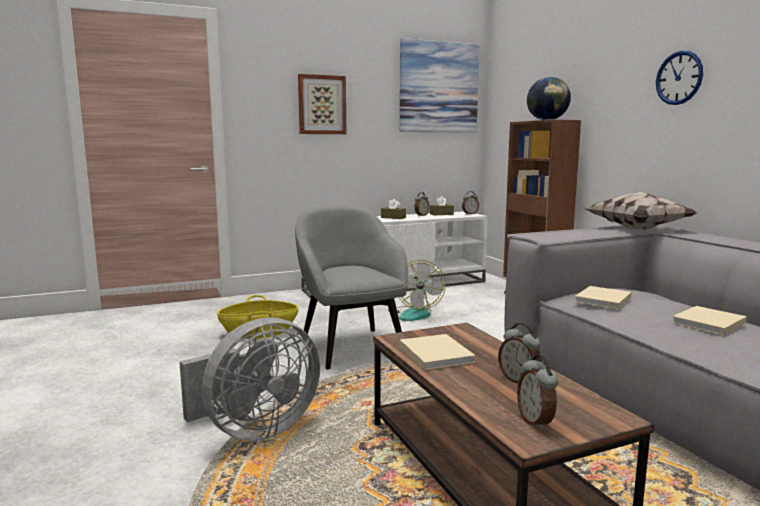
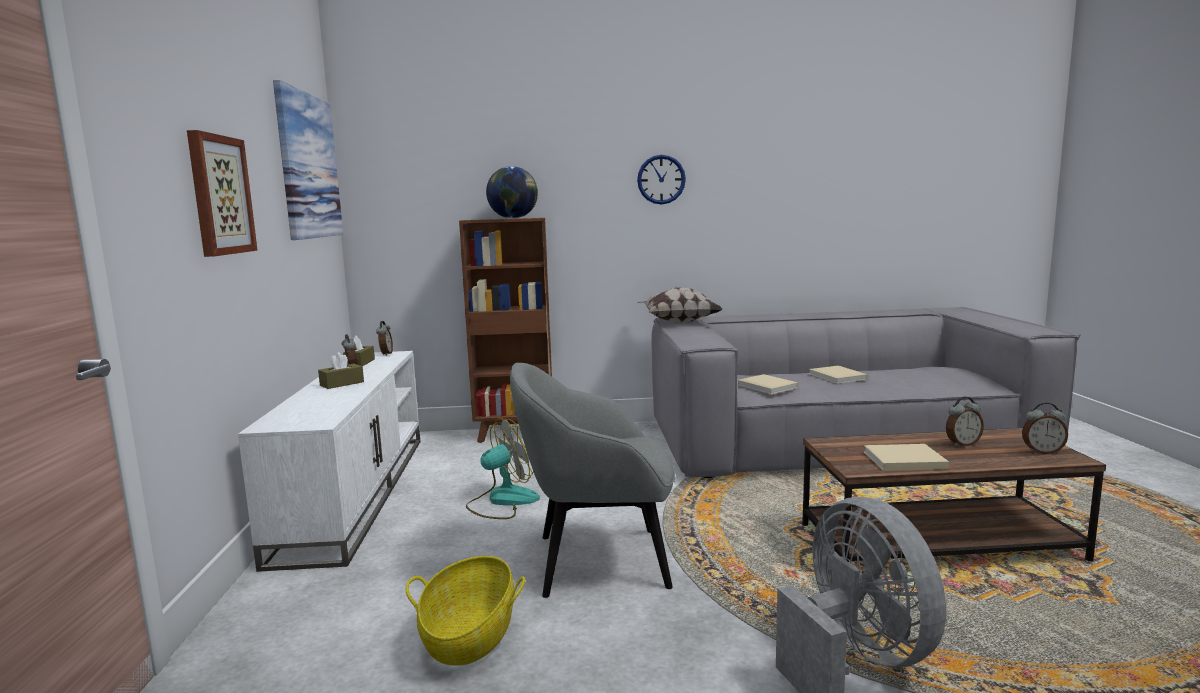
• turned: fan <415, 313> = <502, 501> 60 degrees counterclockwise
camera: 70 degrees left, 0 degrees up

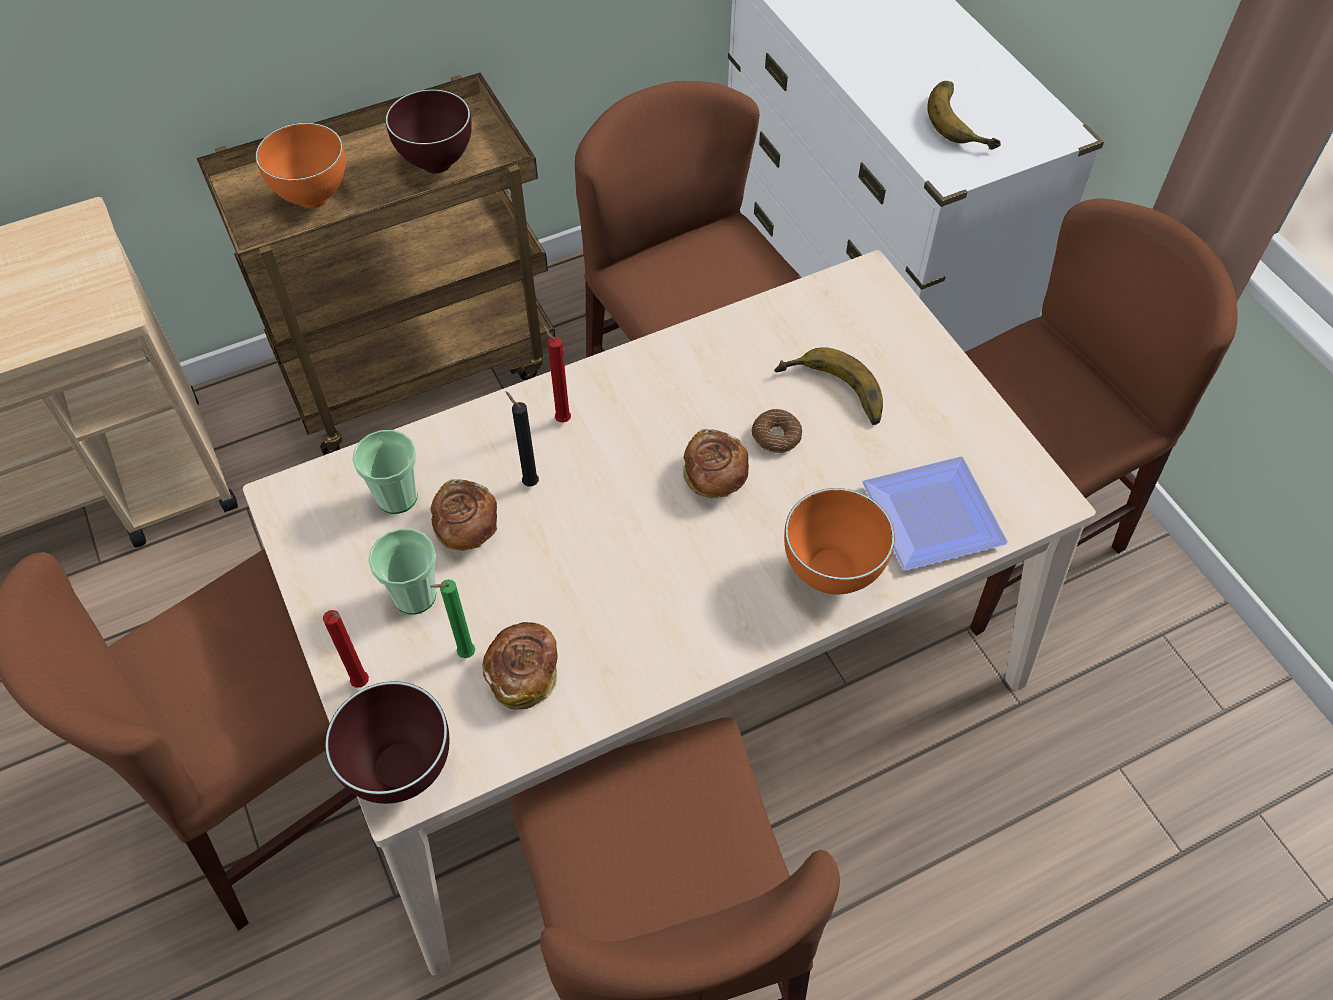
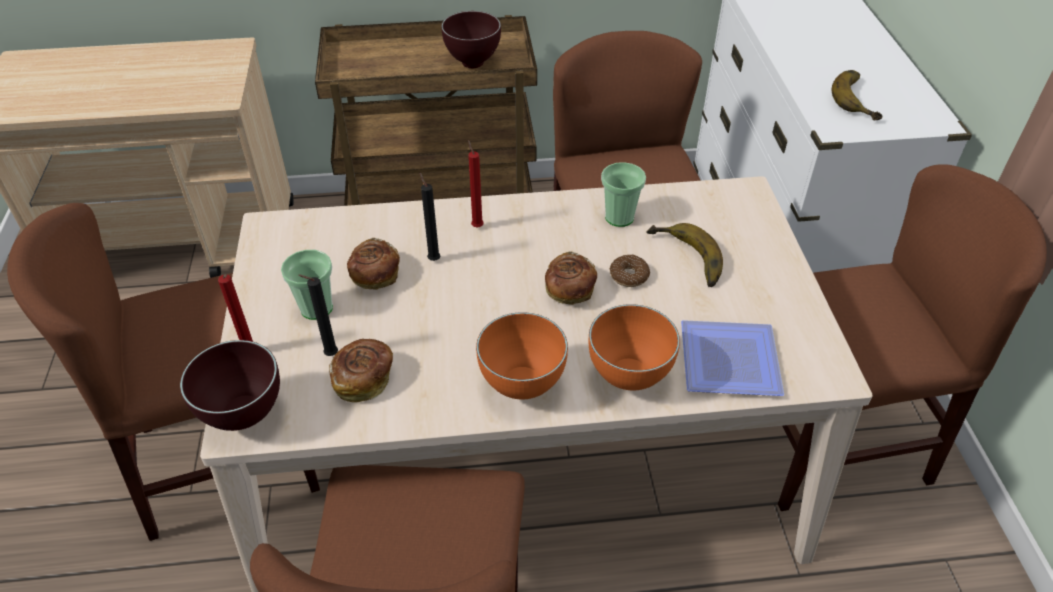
• moved: orange bowl <315, 199> to <524, 388>
• moved: cup <397, 497> to <619, 217>
• recoloured: green candle <464, 655> to black candle <329, 355>
camera: 20 degrees right, 10 degrees down

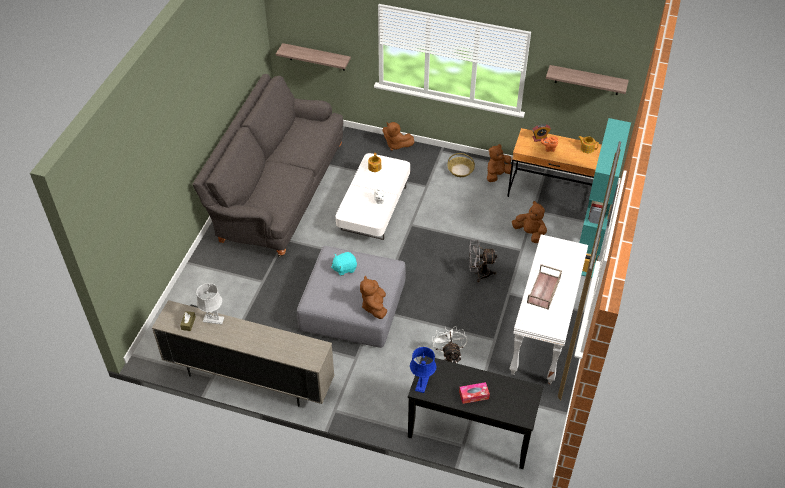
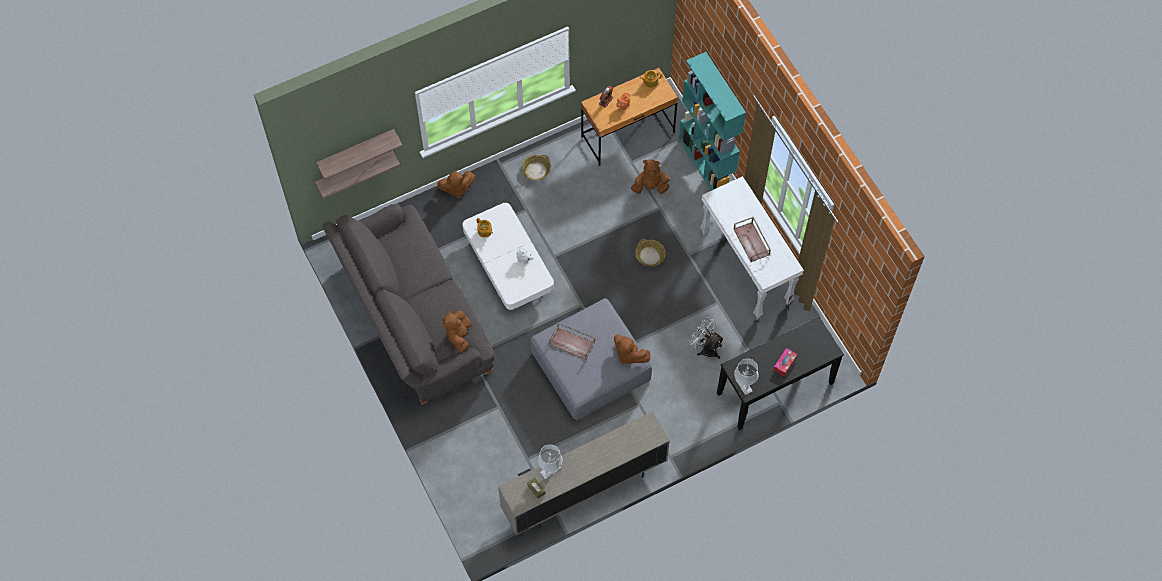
• replaced: turquoise plush toy <344, 268> to brown tray <572, 343>
• recoloured: blue table lamp <422, 383> to grey table lamp <743, 385>
• replaced: grey fan <479, 273> to basket <650, 256>
• moved: brown plush toy <497, 175> to <459, 335>
• moved: shelf <587, 80> to <356, 151>
camera: 45 degrees left, 15 degrees up

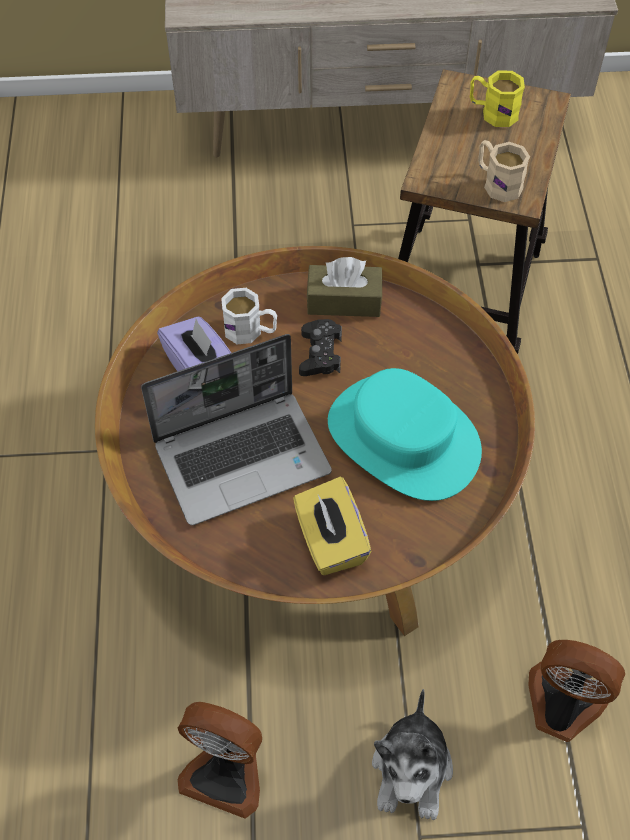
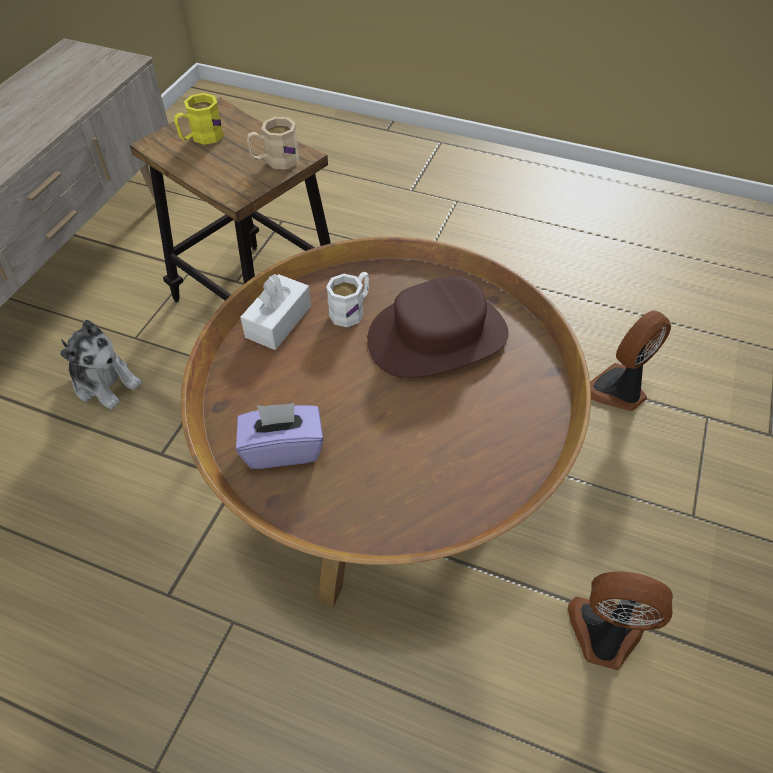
• removed: laptop <243, 456>
• turned: fan <226, 772> = <604, 635> 120 degrees counterclockwise
• moved: white mug <251, 331> to <351, 310>
• removed: yellow tissue box <330, 541>
• removed: black game controller <320, 354>
• recoloured: brown tissue box <344, 301> to white tissue box <278, 321>
• recoloured: turquoise hat <402, 439> to brown hat <437, 337>
• moved: plush toy <412, 770> to <105, 382>
camera: 65 degrees left, 5 degrees down

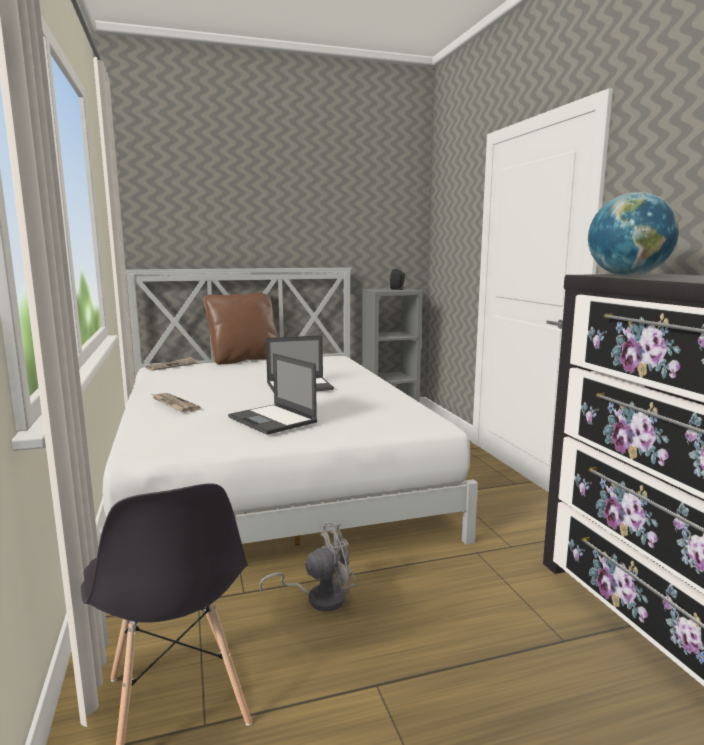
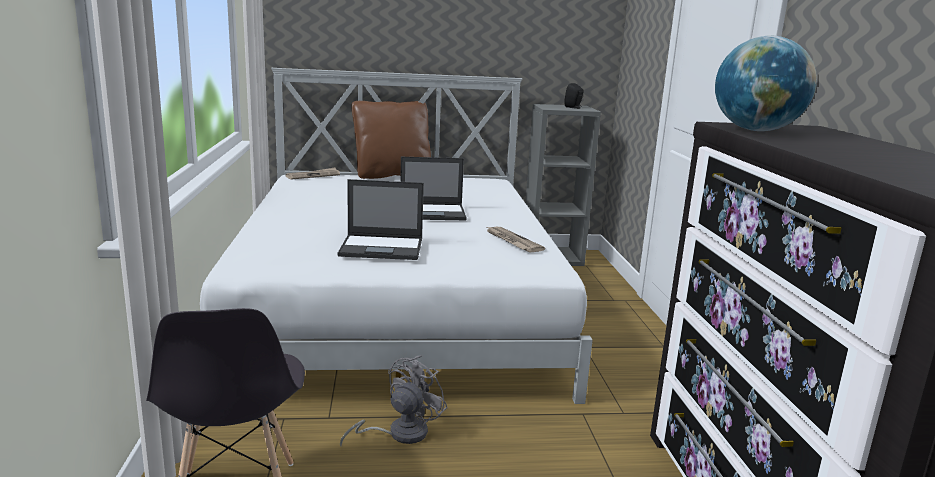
• moved: newspaper <173, 404> to <512, 241>
• turned: laptop <273, 420> = <382, 248> 60 degrees counterclockwise
• turned: grey fan <319, 598> = <399, 433> 45 degrees counterclockwise
camera: 10 degrees right, 5 degrees up

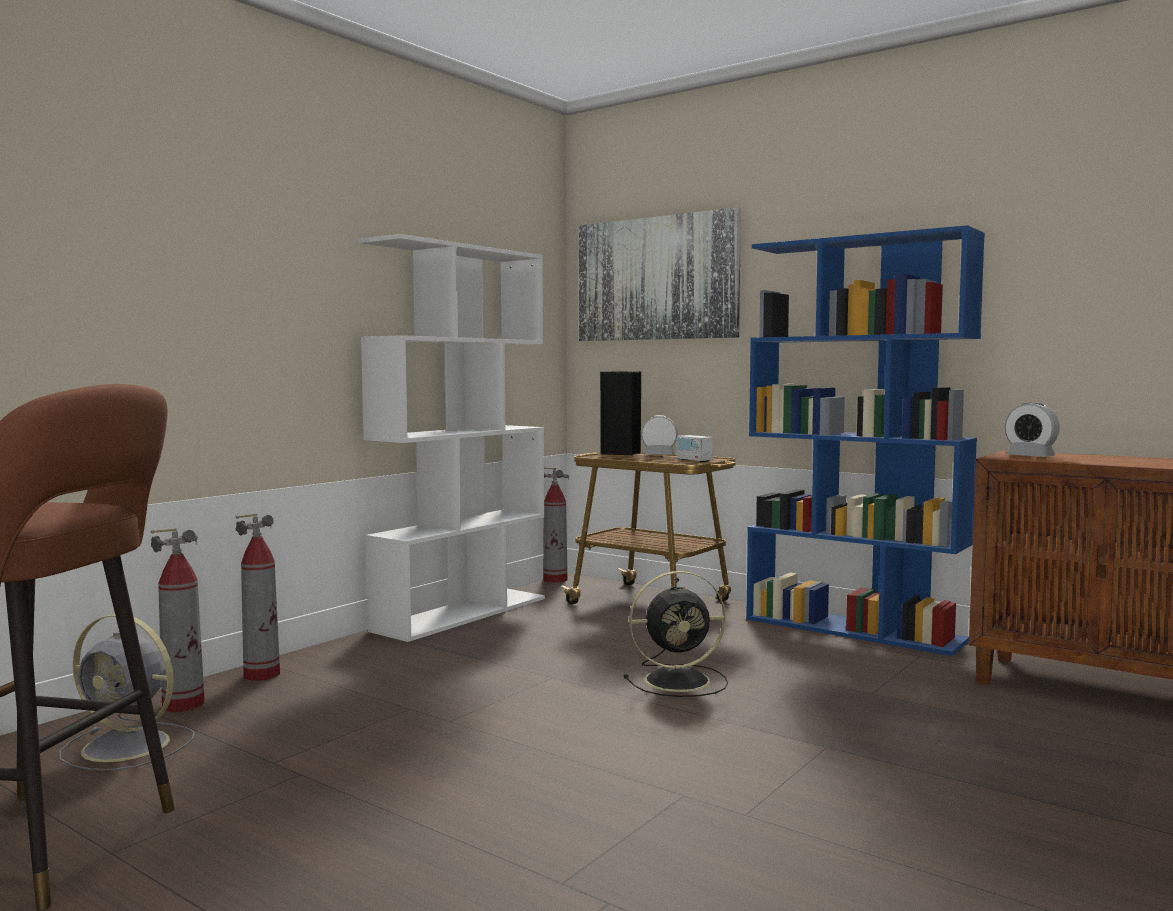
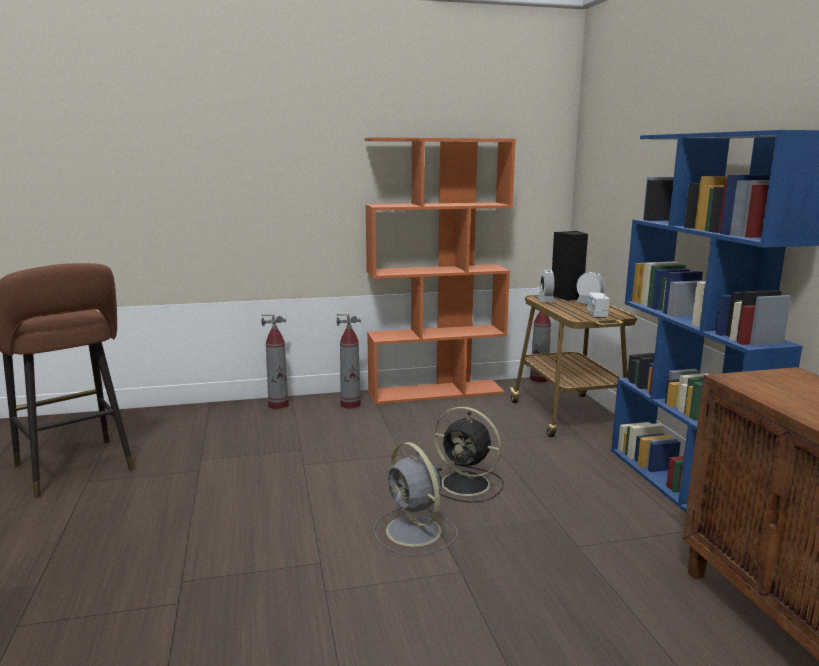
• moved: grey fan <129, 746> to <415, 532>
• moved: fire extinguisher <183, 705> to <350, 404>
• recoloured: white bookcase <462, 613> to orange bookcase <436, 392>
• removed: picture <657, 279>
• moved: alarm clock <1030, 456> to <546, 300>
camera: 40 degrees right, 10 degrees up

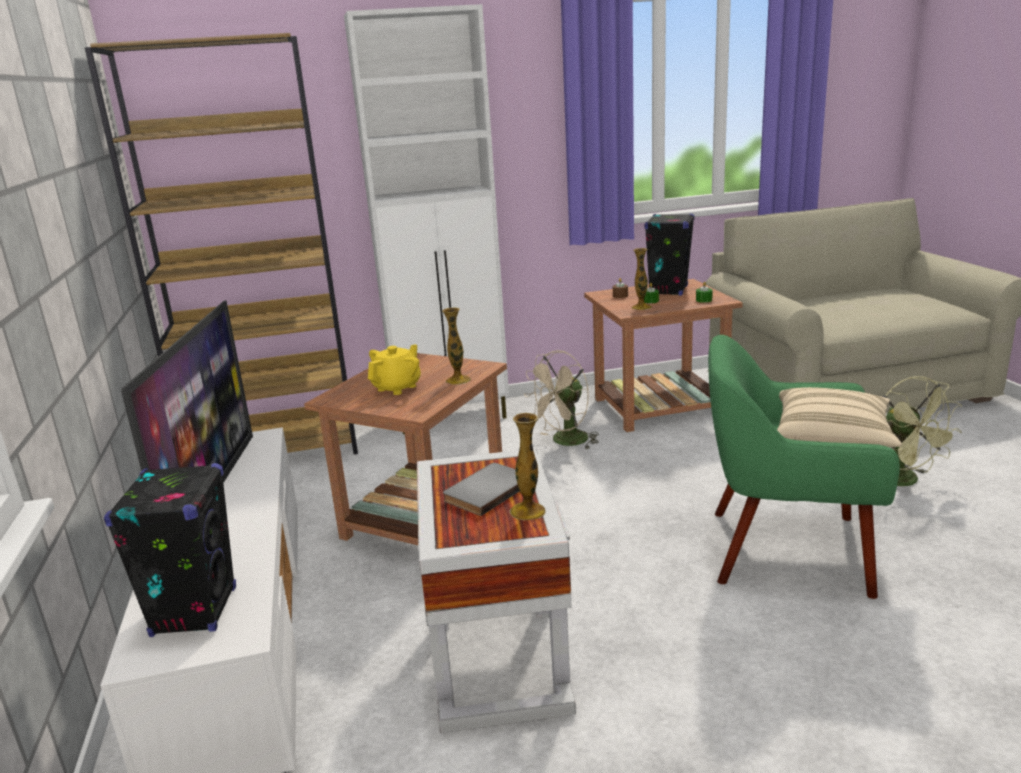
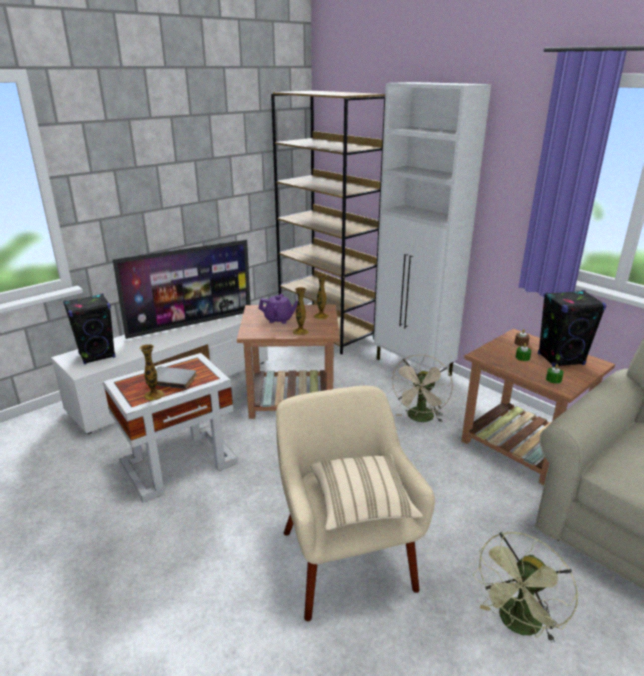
• recoloured: yellow teapot <397, 387> to purple teapot <279, 319>
• turned: beige fan <565, 442> = <420, 419> 90 degrees counterclockwise
• moved: vase <641, 307> to <321, 316>
• recoloured: green armchair <784, 549> to beige armchair <345, 558>
camera: 60 degrees right, 5 degrees up

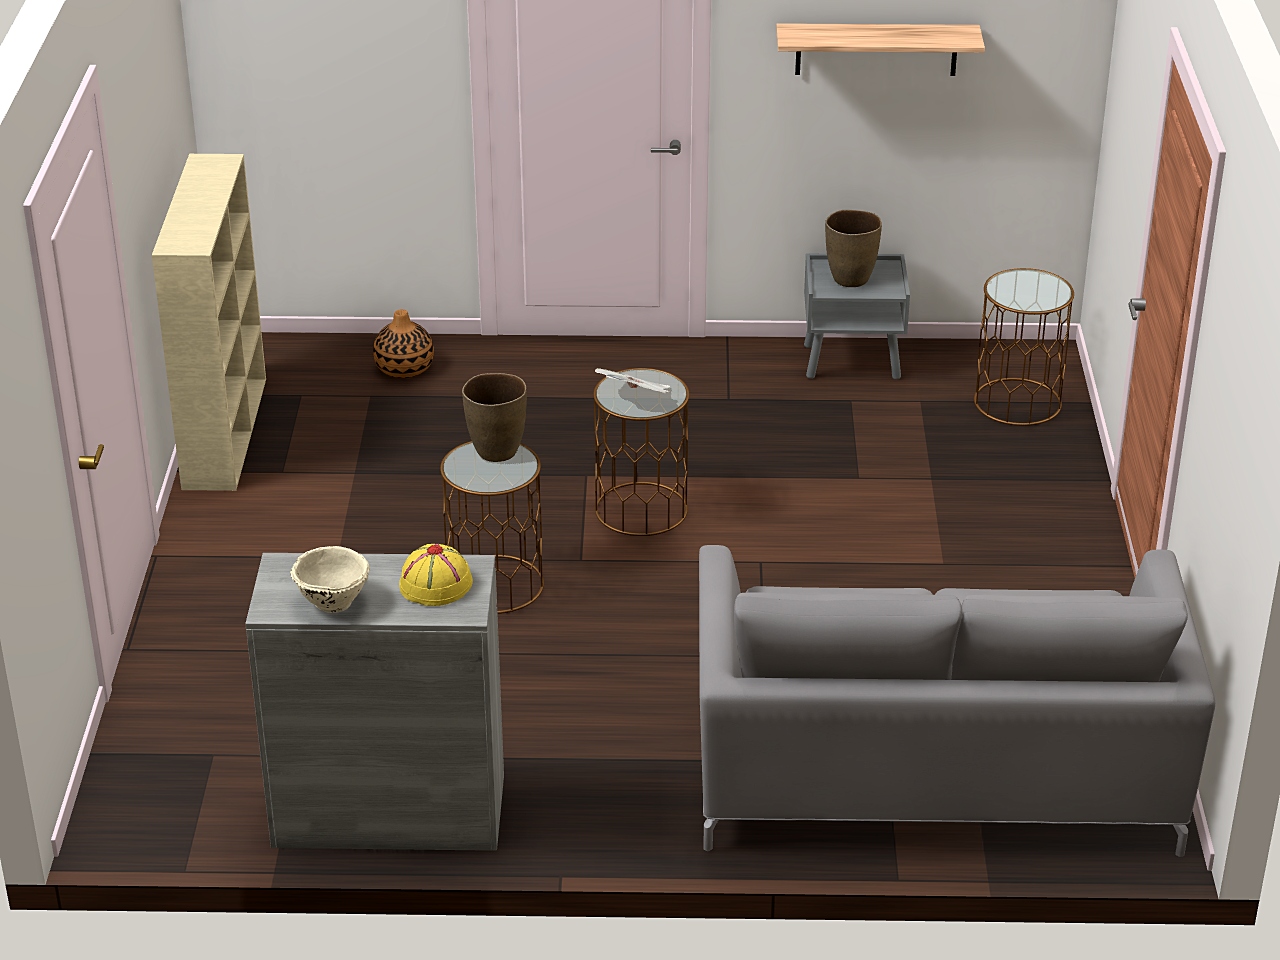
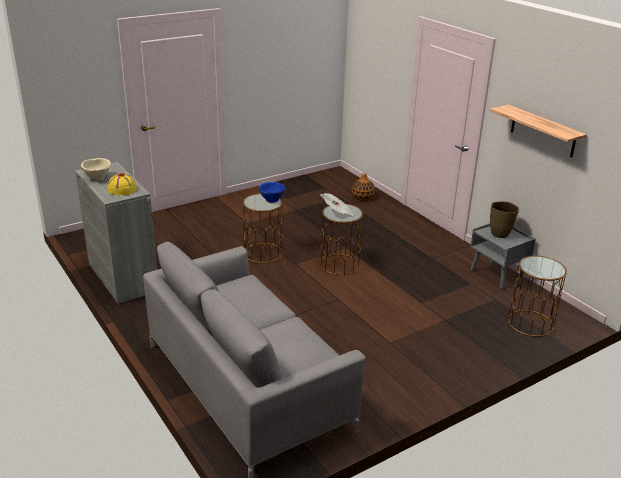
• removed: beige bookcase <225, 431>
• replaced: brown vase <496, 451> to blue bowl <271, 200>
camera: 55 degrees right, 5 degrees down

